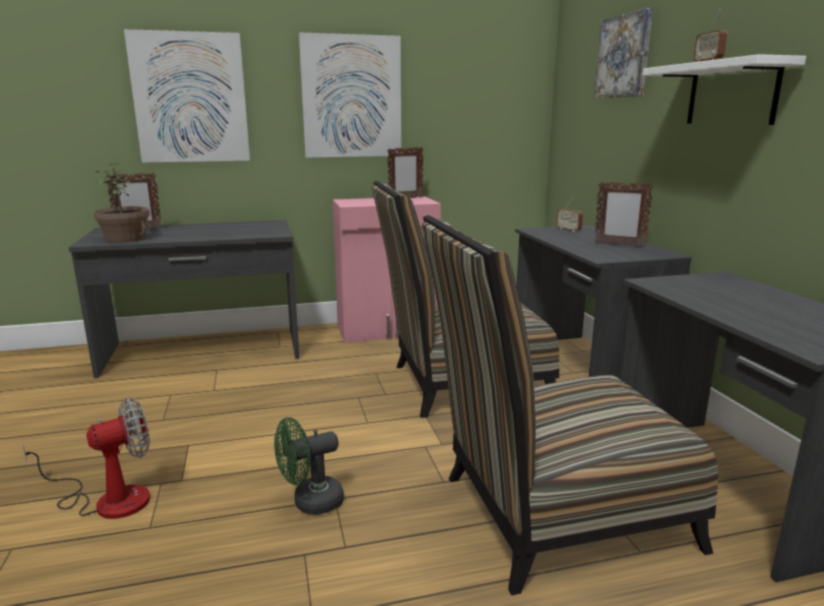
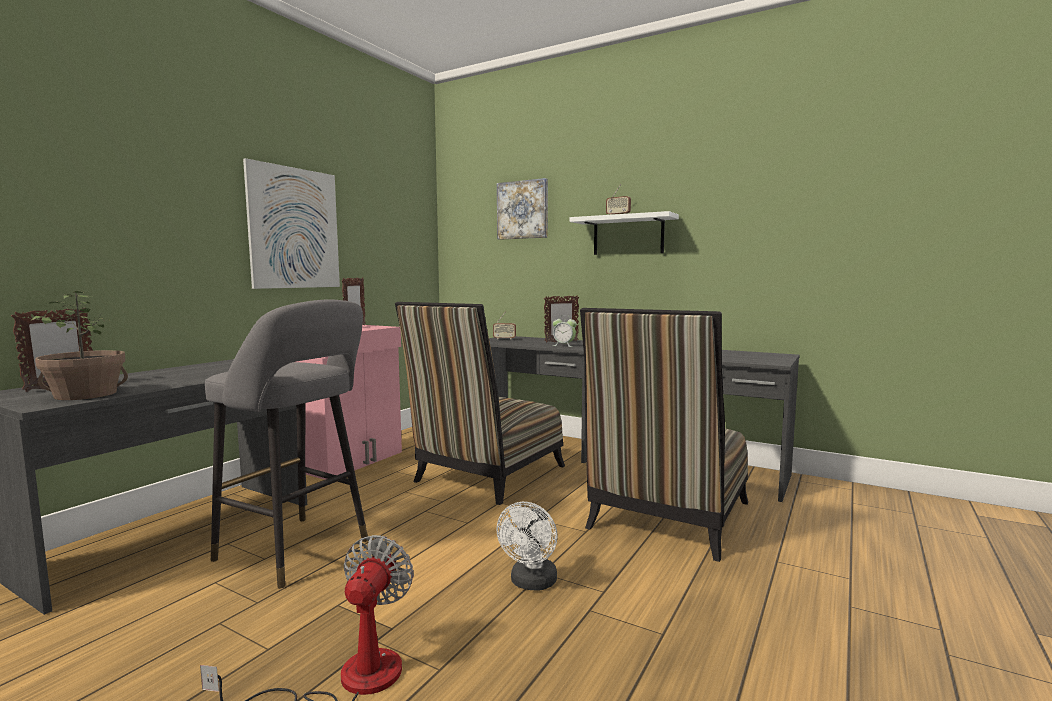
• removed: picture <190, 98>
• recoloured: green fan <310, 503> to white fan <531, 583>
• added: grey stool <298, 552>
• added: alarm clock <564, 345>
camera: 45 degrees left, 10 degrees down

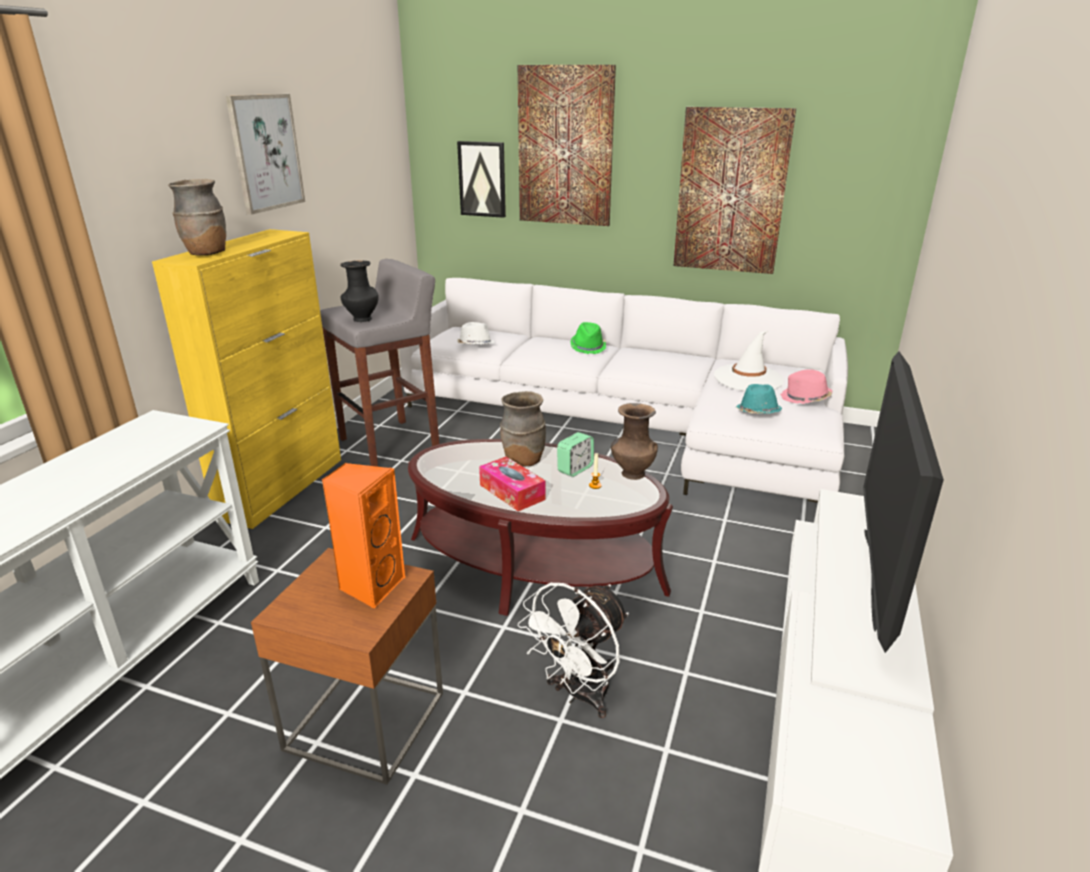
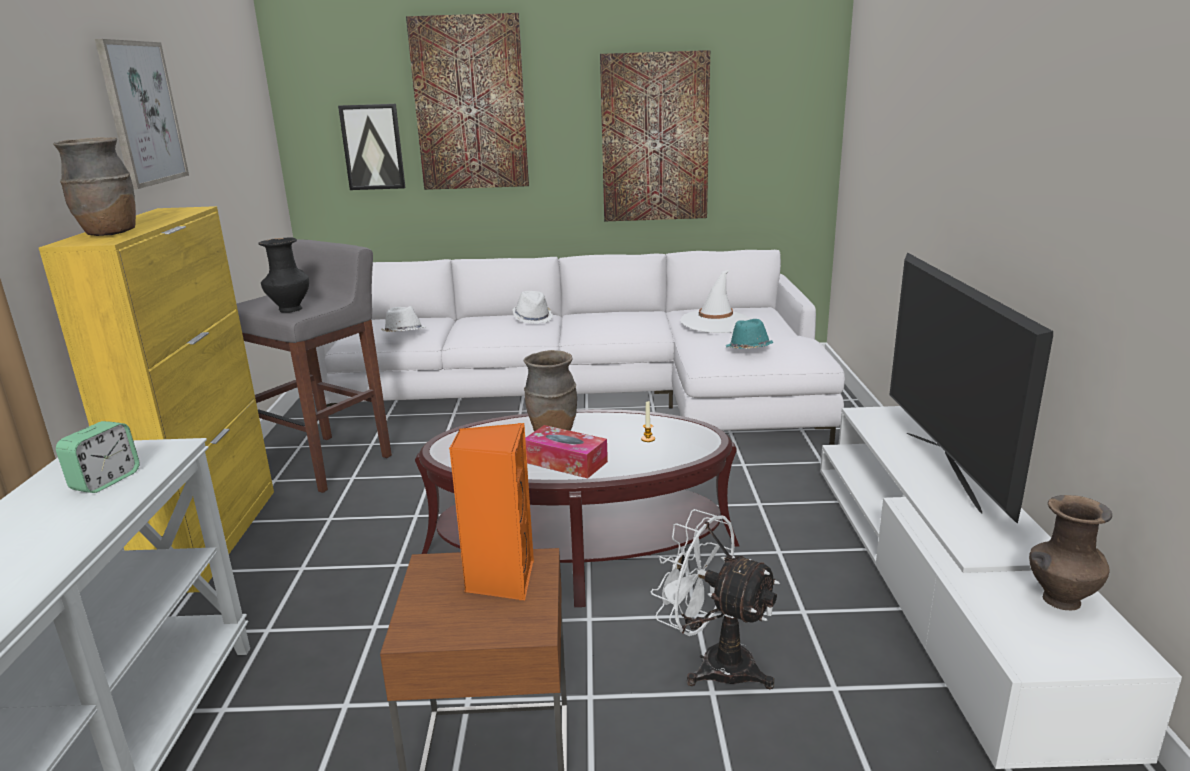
• turned: white fan <578, 695> = <714, 663> 105 degrees clockwise
• moved: alarm clock <575, 469> to <105, 481>
• recoloured: green hat <588, 347> to white hat <533, 318>
• moved: brown vase <632, 474> to <1059, 600>
• removed: pink hat <805, 398>
camera: 20 degrees left, 5 degrees down

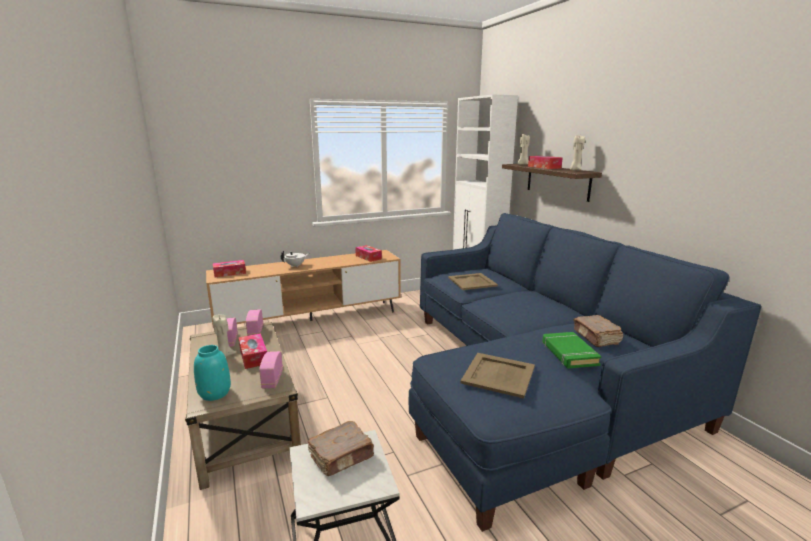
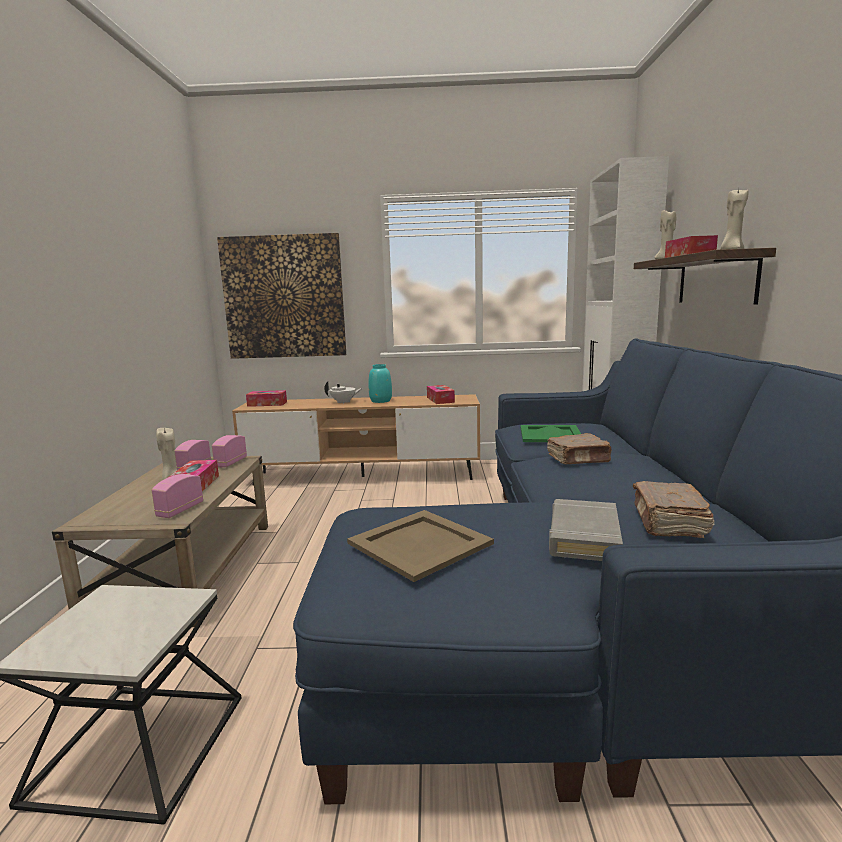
• moved: turquoise vase <215, 393> to <381, 401>
• moved: brown book <342, 457> to <579, 459>
• recoloured: beige tray <472, 282> to green tray <551, 434>
• recoloured: green book <569, 353> to grey book <583, 536>
• added: picture <284, 297>
camera: 25 degrees right, 5 degrees down

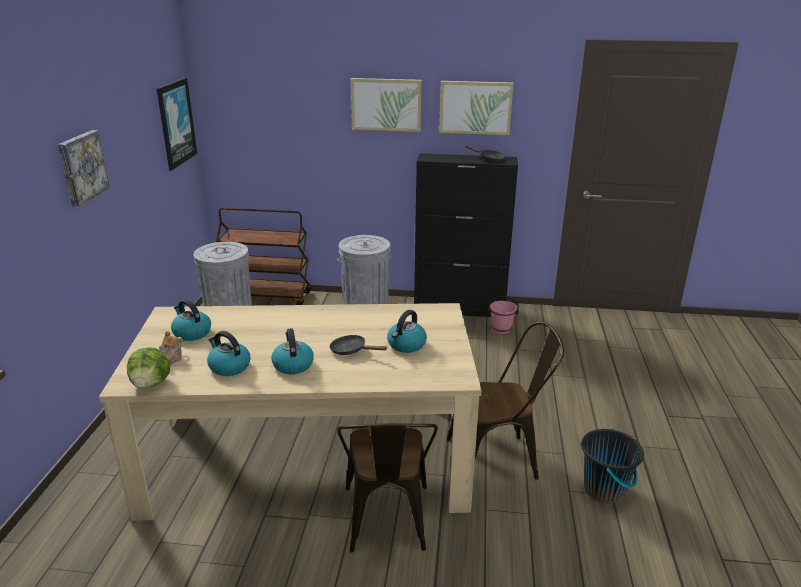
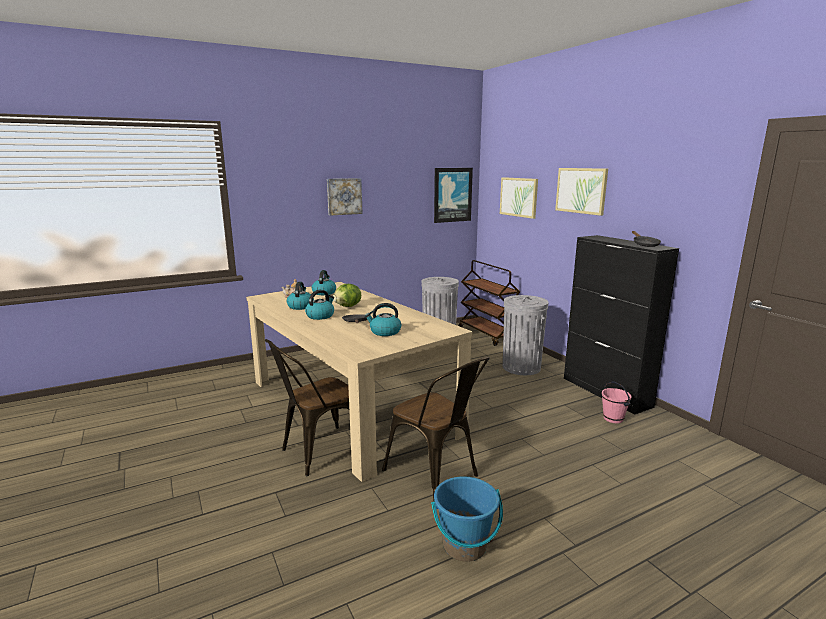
• moved: lettuce <151, 384> to <348, 306>
• moved: picture <475, 107> to <519, 197>
• recoloured: black bucket <604, 490> to blue bucket <464, 546>
camera: 55 degrees right, 10 degrees down

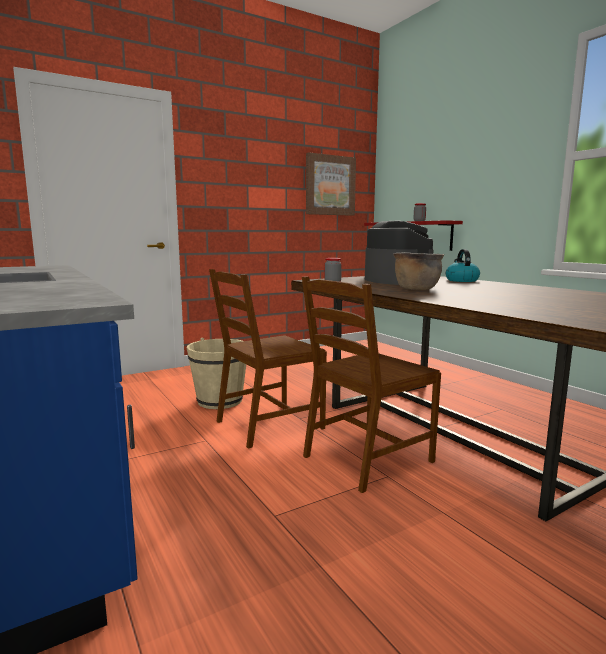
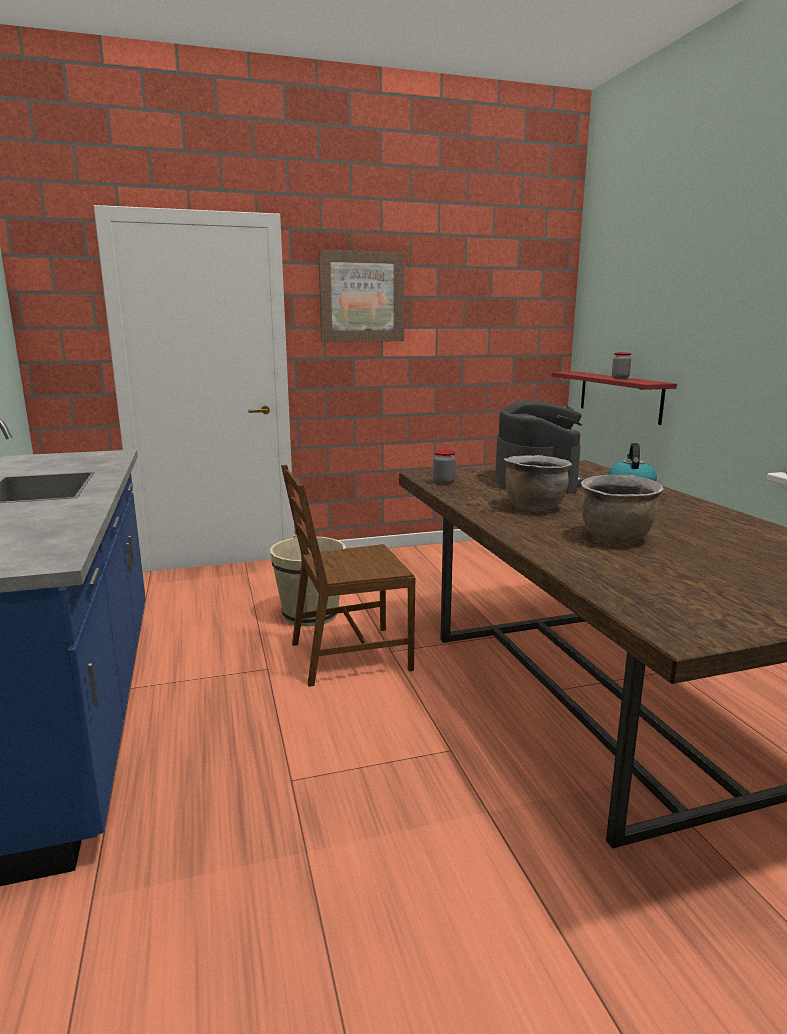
• removed: brown chair <366, 459>
• moved: picture <330, 185> to <361, 297>
• added: brown cooking pot <616, 538>
camera: 15 degrees right, 5 degrees up

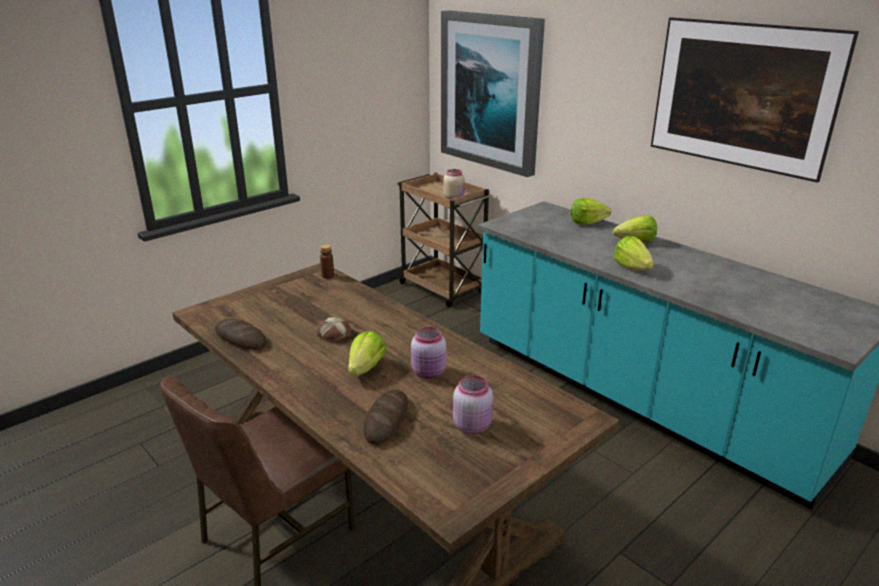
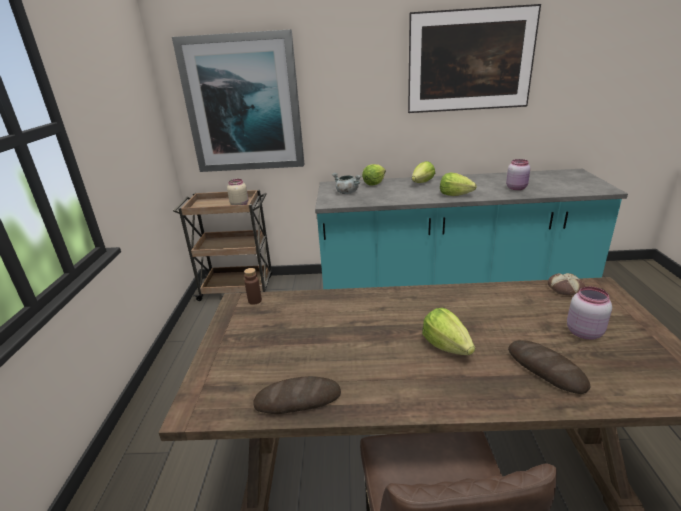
• moved: bread <333, 334> to <565, 289>
• moved: pink jar <429, 373> to <517, 188>
• added: grey cooking pot <346, 192>
camera: 45 degrees left, 0 degrees up

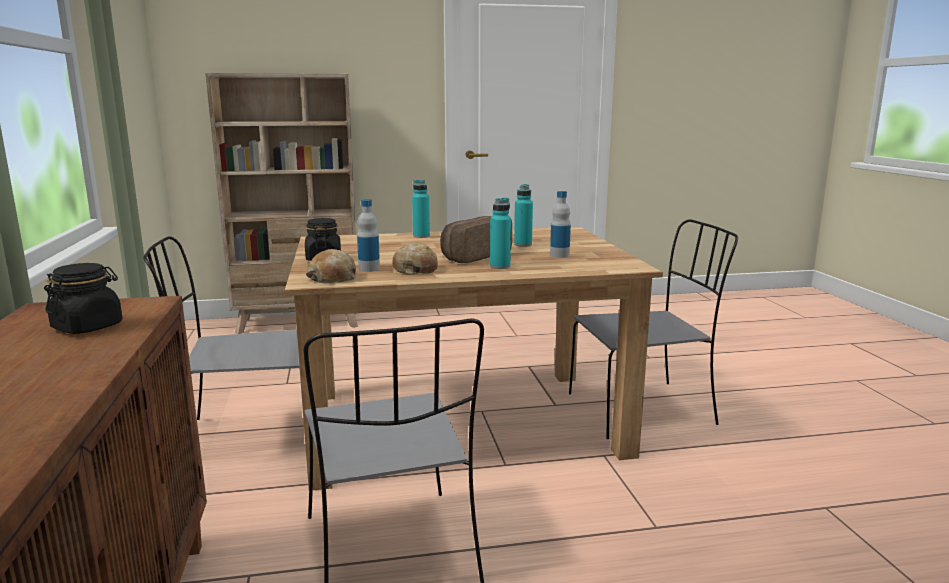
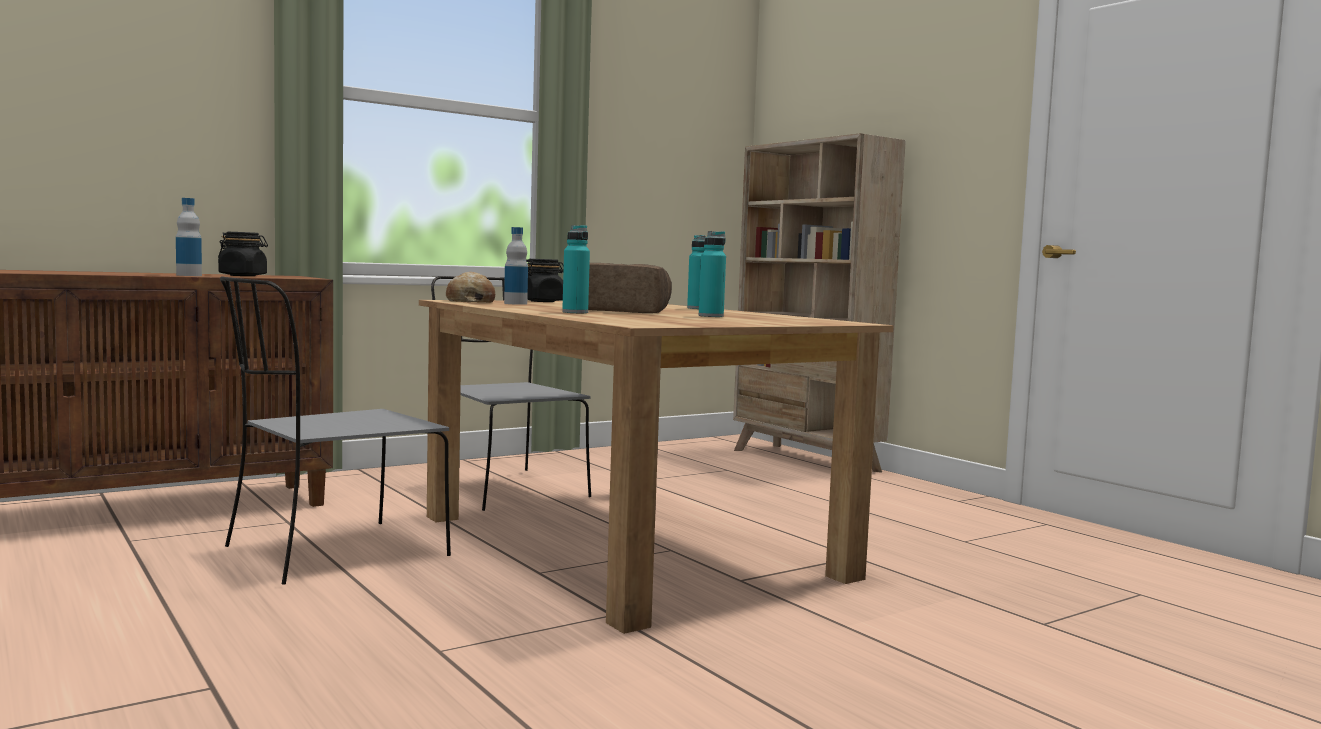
• removed: bread <415, 269>
• moved: bottle <559, 255> to <189, 275>
• removed: grey chair <643, 409>
camera: 65 degrees right, 10 degrees down

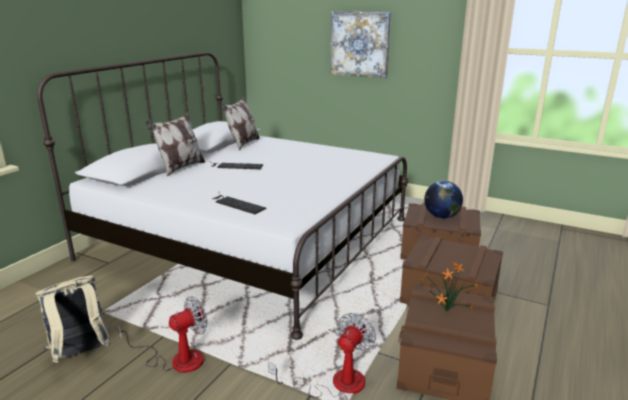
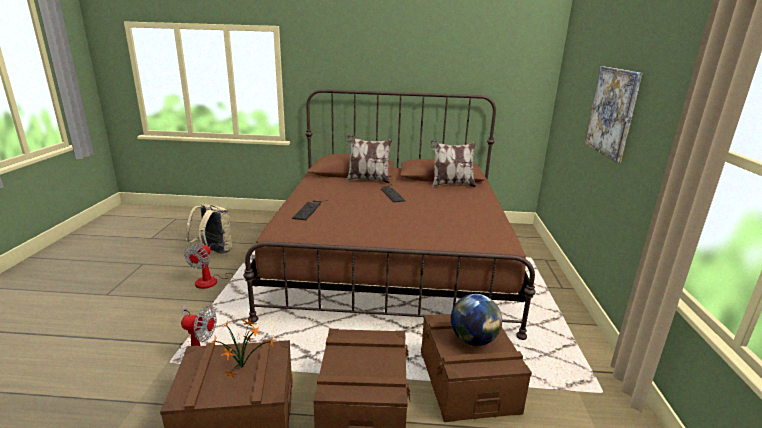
• recoloured: white bed <250, 238> to brown bed <391, 262>
• turned: fan <177, 359> = <215, 281> 75 degrees clockwise
camera: 65 degrees right, 0 degrees up

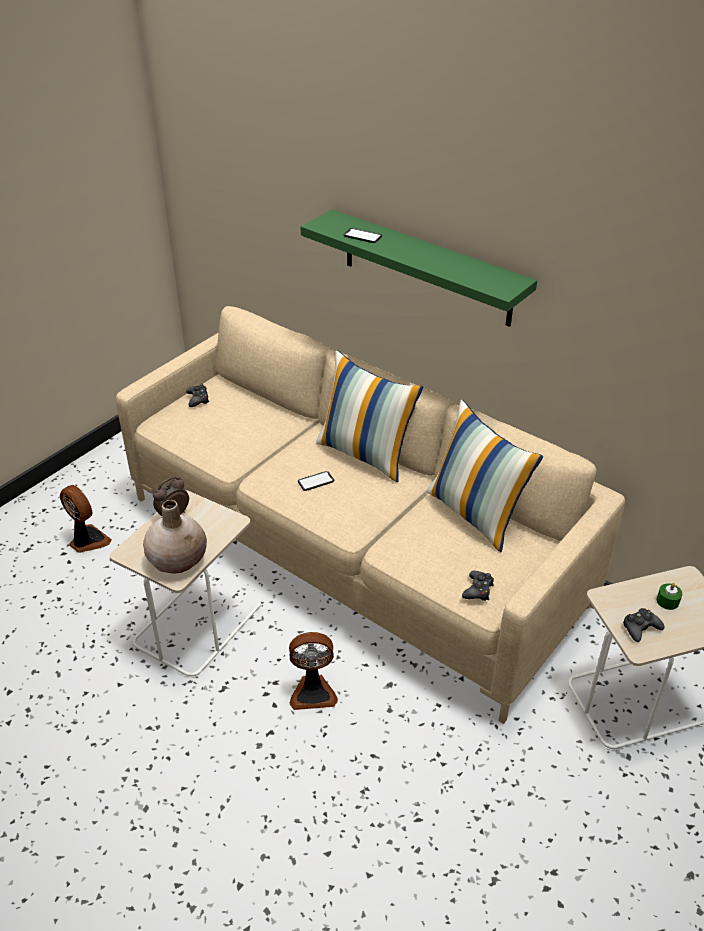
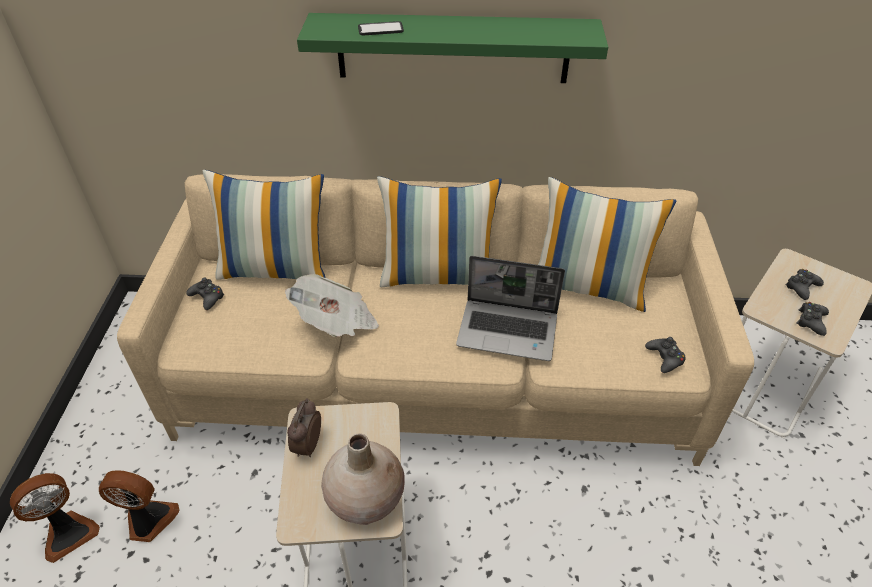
• moved: fan <313, 692> to <68, 532>
• removed: phone <316, 481>
• replaced: green candle <667, 601> to black game controller <801, 287>
• added: pillow <276, 269>
• added: newspaper <336, 322>
• added: laptop <509, 330>
camera: 35 degrees left, 5 degrees up

